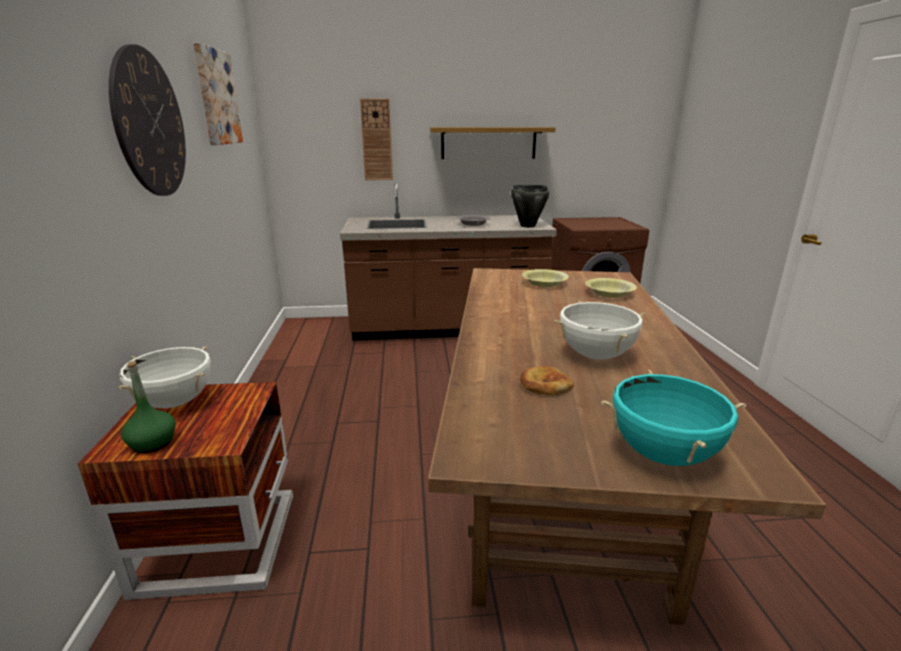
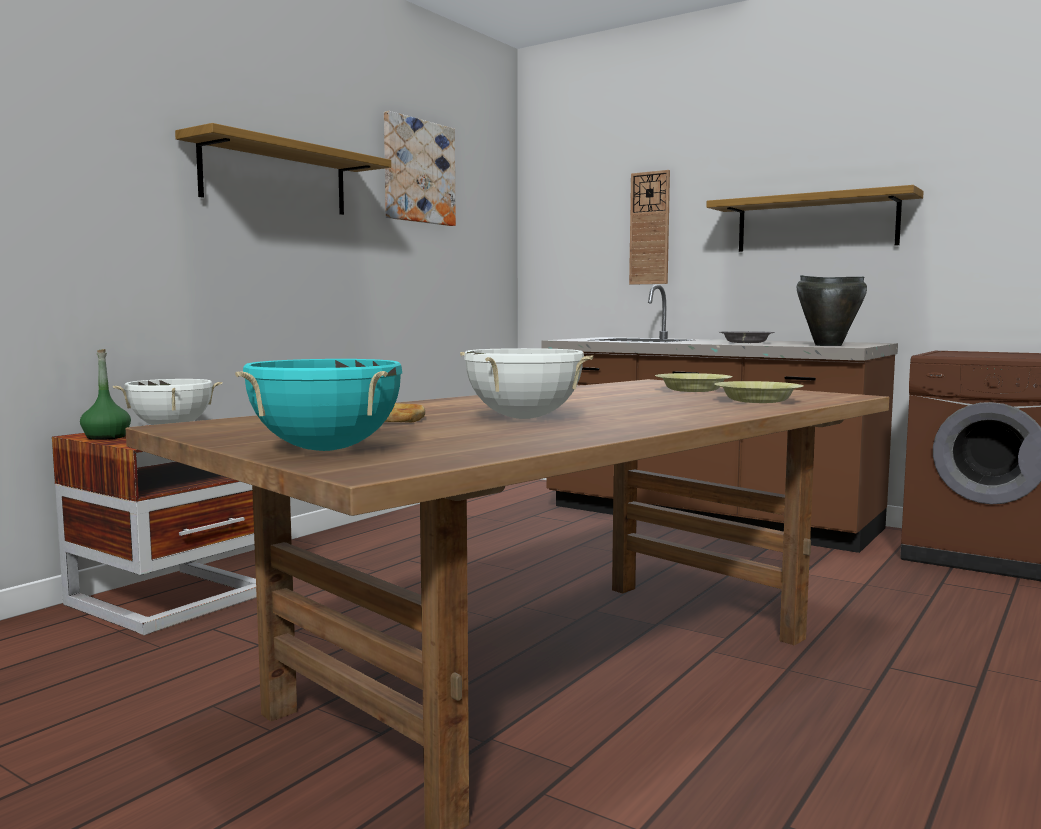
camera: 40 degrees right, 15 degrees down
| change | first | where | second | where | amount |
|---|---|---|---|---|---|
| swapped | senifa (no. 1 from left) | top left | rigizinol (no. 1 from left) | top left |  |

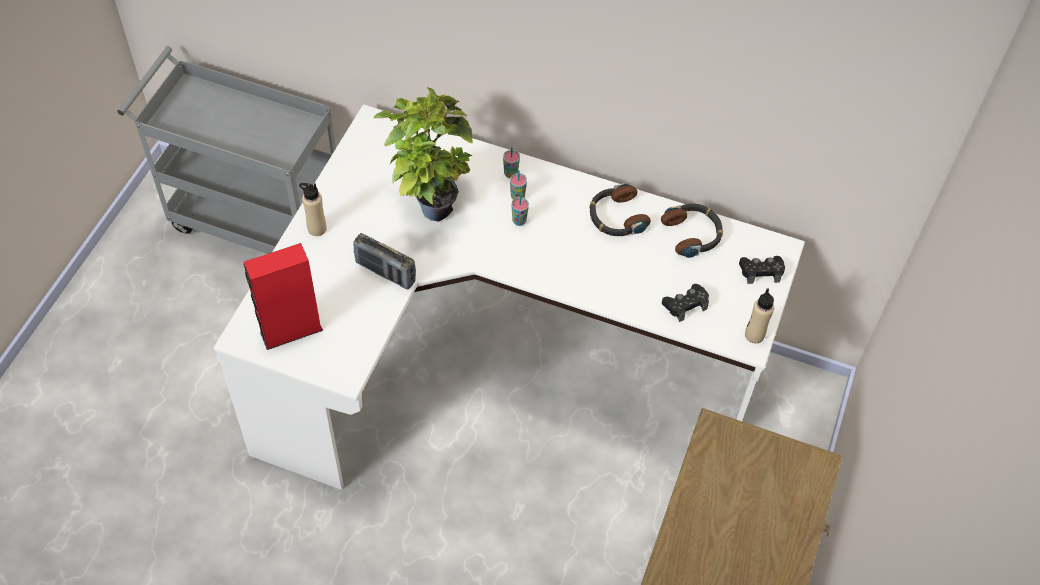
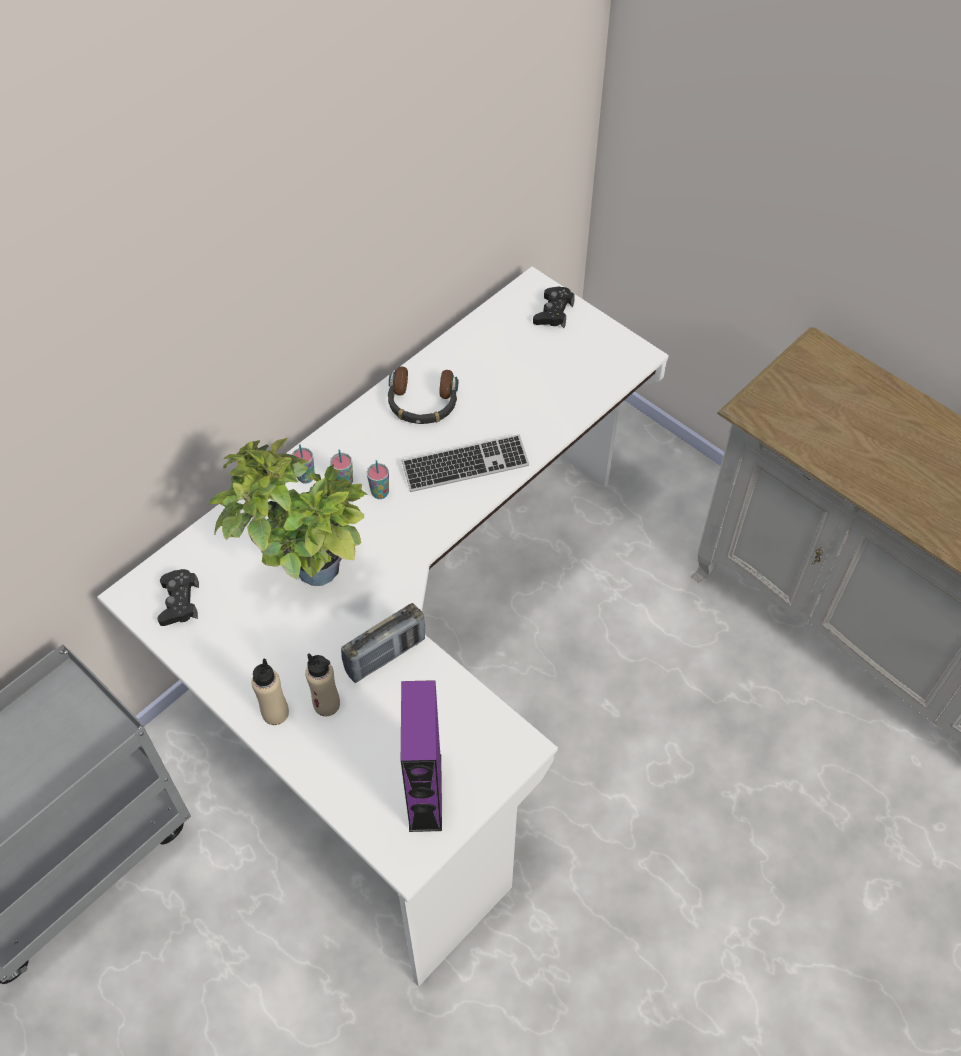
camera: 65 degrees left, 0 degrees up
| change | first | where | second | where | amount |
|---|---|---|---|---|---|
| repainted | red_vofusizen | middle left | purple_vofusizen | bottom centre |  |
| gone | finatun (no. 2 from left) | centre |  |  |  |
| shifted | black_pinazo (no. 1 from left) | centre |  | middle left |  |
| shifted | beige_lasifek (no. 2 from left) | middle right |  | centre |  |
| new |  |  | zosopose | centre |  |

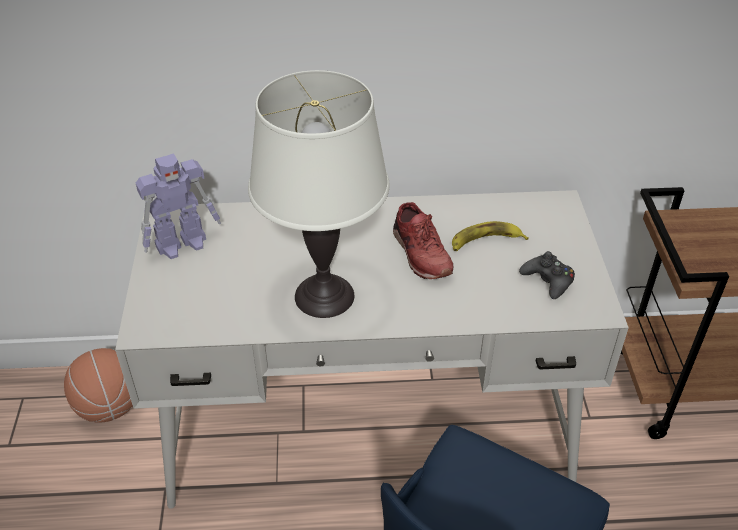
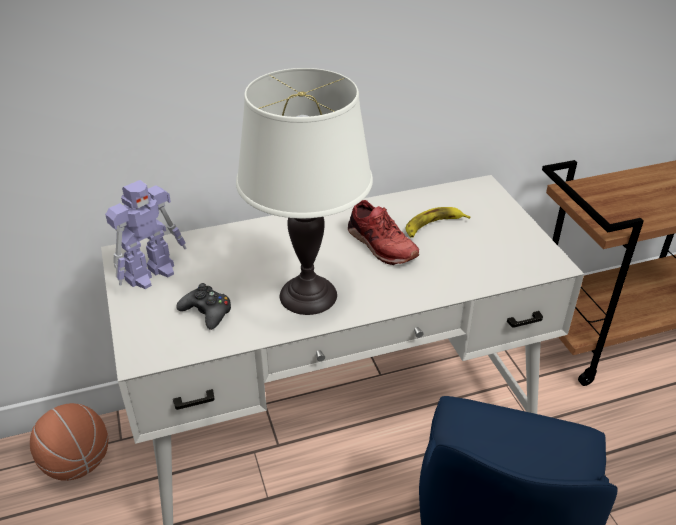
camera: 15 degrees left, 5 degrees down
| change | first | where | second | where | amount |
|---|---|---|---|---|---|
| shifted | black_pinazo | middle right |  | middle left |  |

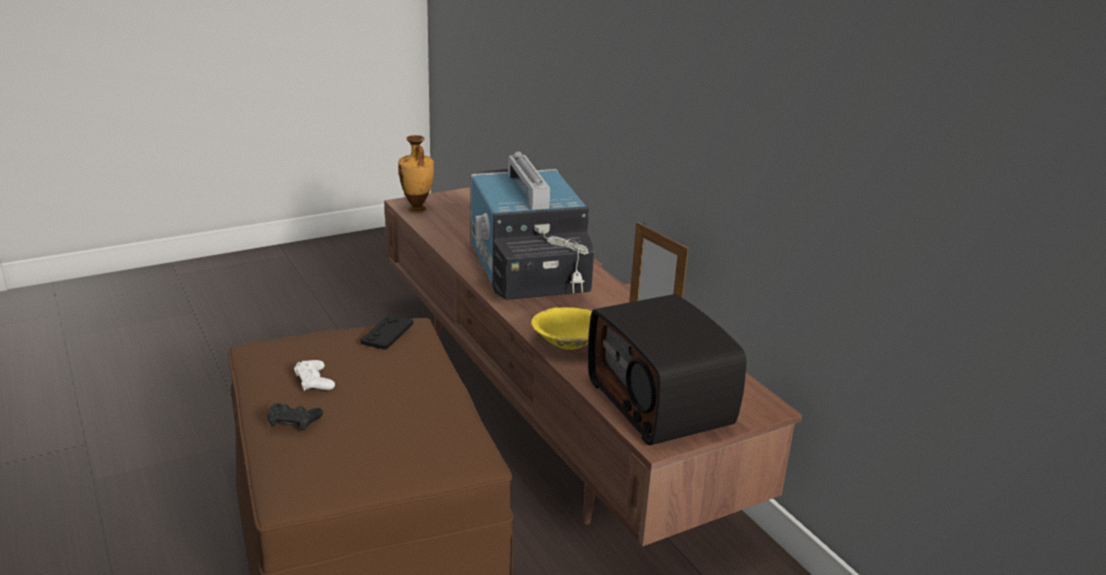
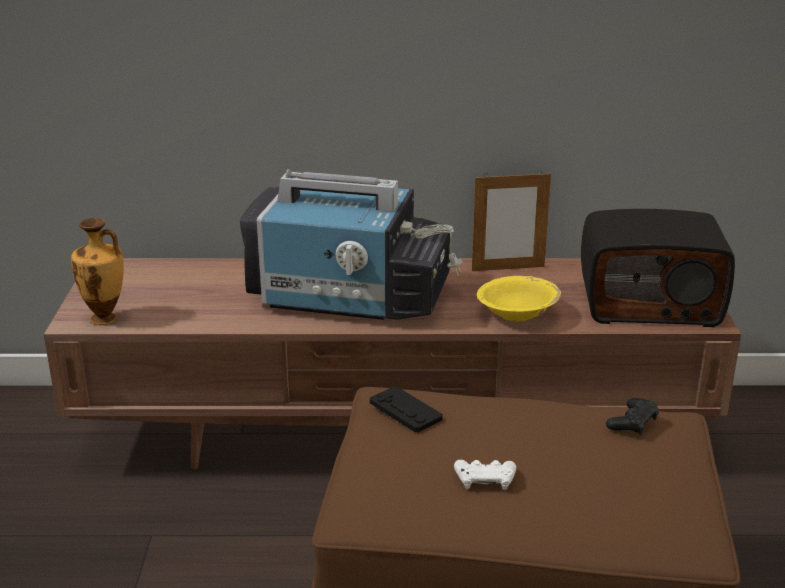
camera: 60 degrees left, 0 degrees up
| change | first | where | second | where | amount |
|---|---|---|---|---|---|
| shifted | black_pinazo (no. 1 from left in the first image) | bottom left | black_pinazo (no. 2 from left) | bottom right |  |

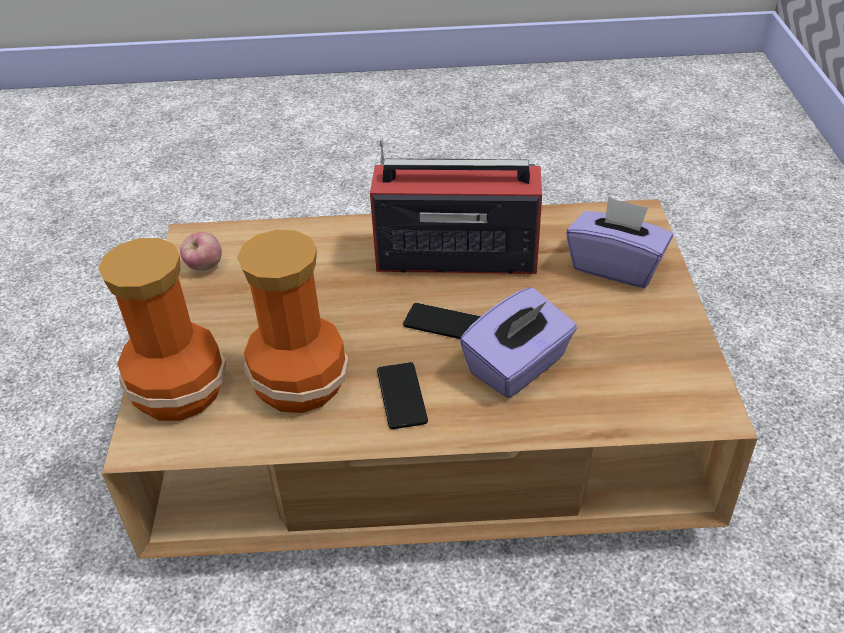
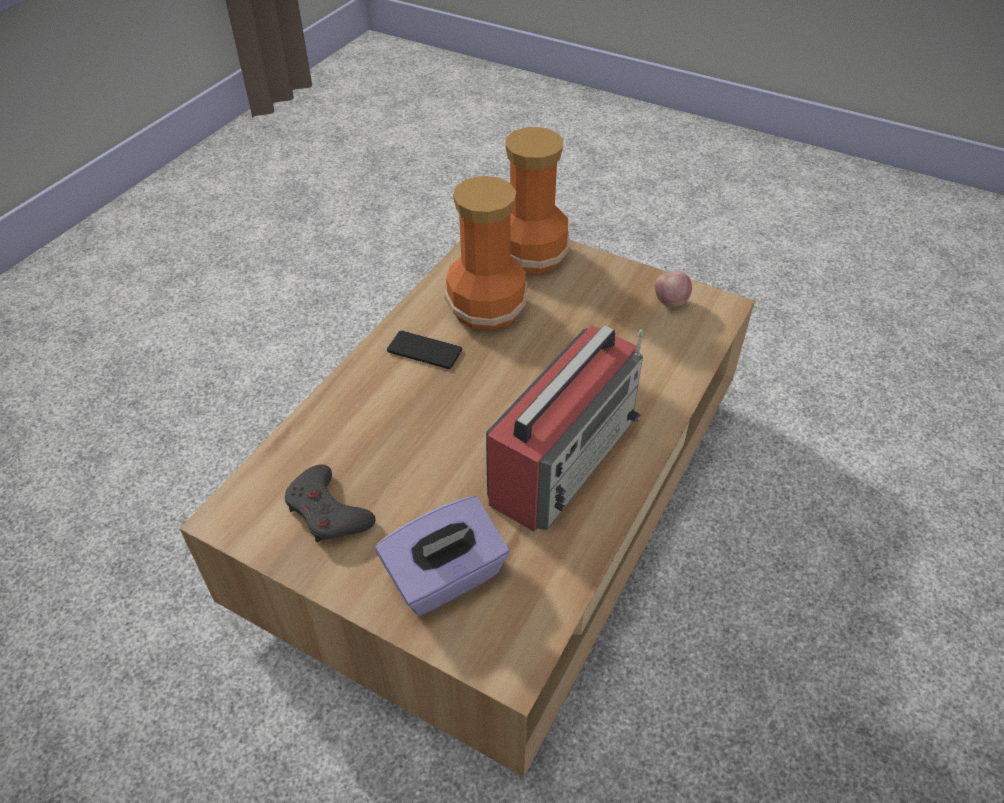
camera: 120 degrees right, 5 degrees up
| change | first | where | second | where | amount |
|---|---|---|---|---|---|
| gone | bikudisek (no. 2 from left) | centre |  |  |  |
| gone | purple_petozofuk (no. 1 from left) | centre |  |  |  |
| new |  |  | grey_pinazo | middle left |  |

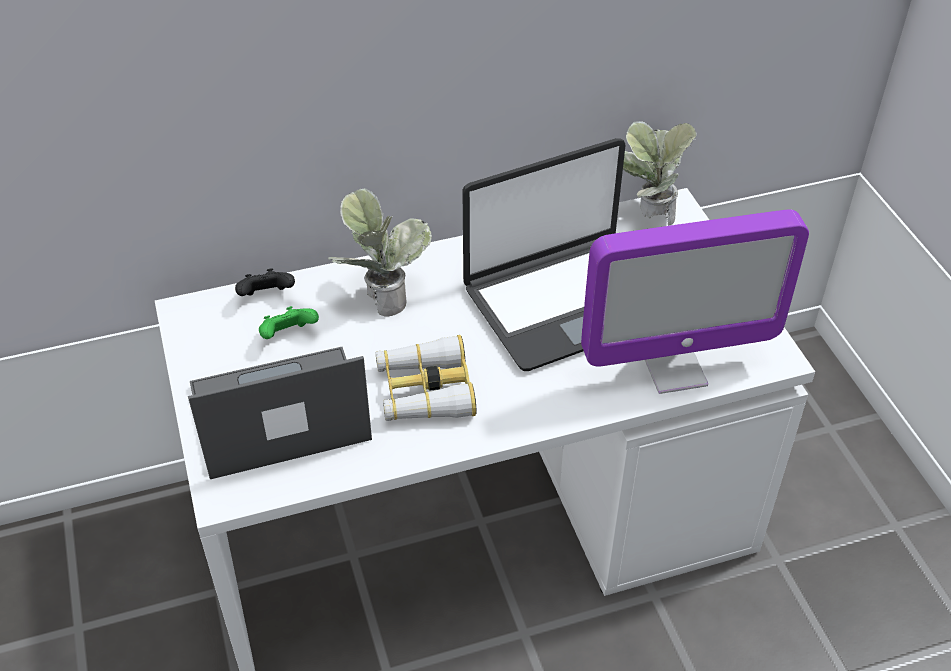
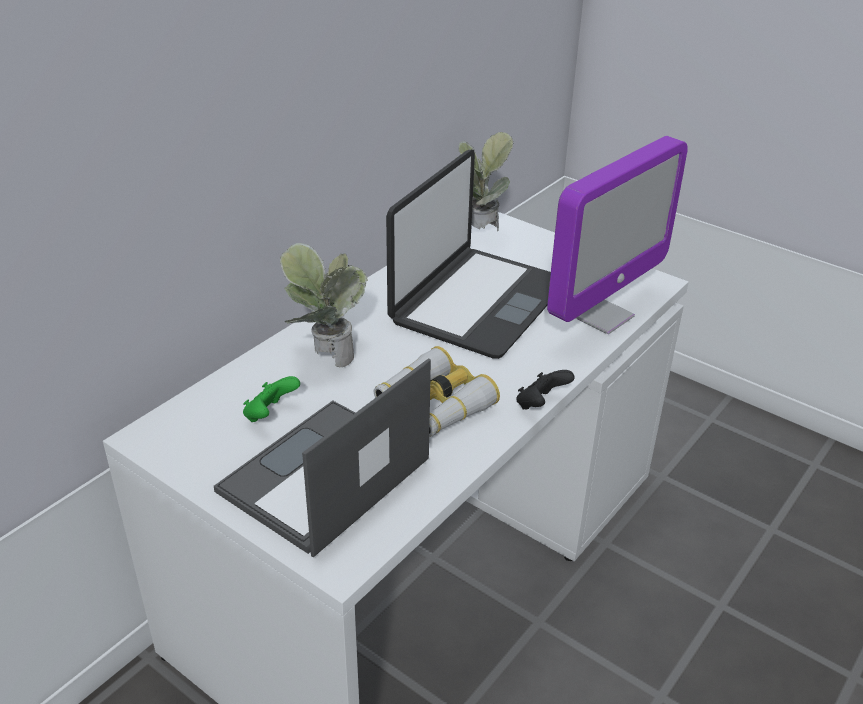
camera: 35 degrees left, 10 degrees down
| change | first | where | second | where | amount |
|---|---|---|---|---|---|
| shifted | black_pinazo | middle left |  | centre |  |

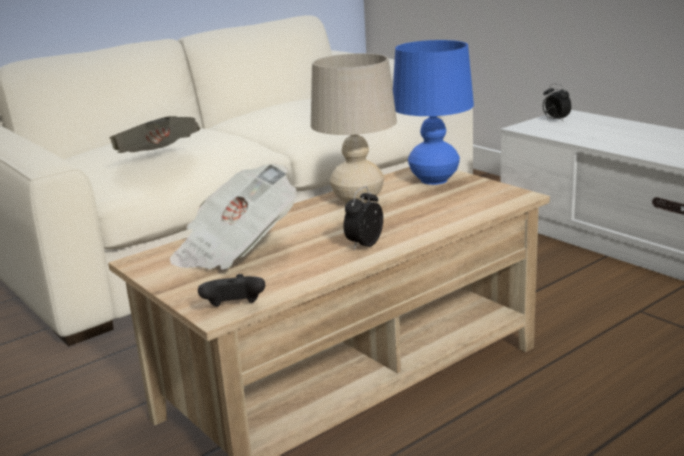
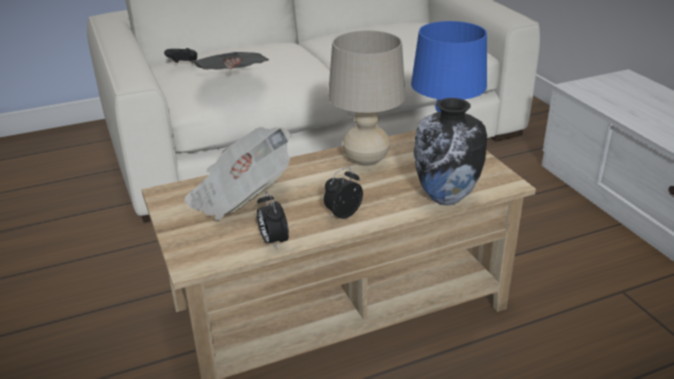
camera: 15 degrees right, 10 degrees up
| change | first | where | second | where | amount |
|---|---|---|---|---|---|
| shifted | black_pinazo | centre |  | top left |  |
| shifted | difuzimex (no. 2 from left in the first image) | top right | difuzimex (no. 1 from left) | centre |  |
| new |  |  | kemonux | middle right |  |

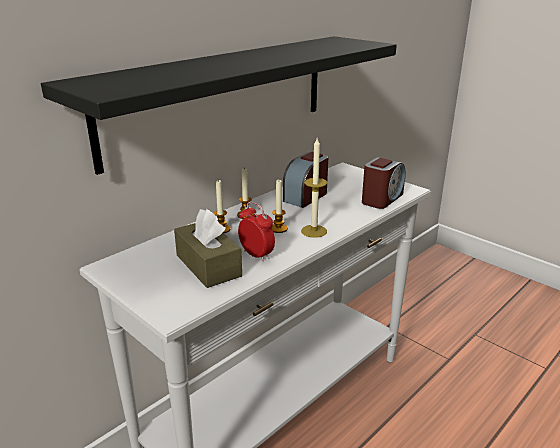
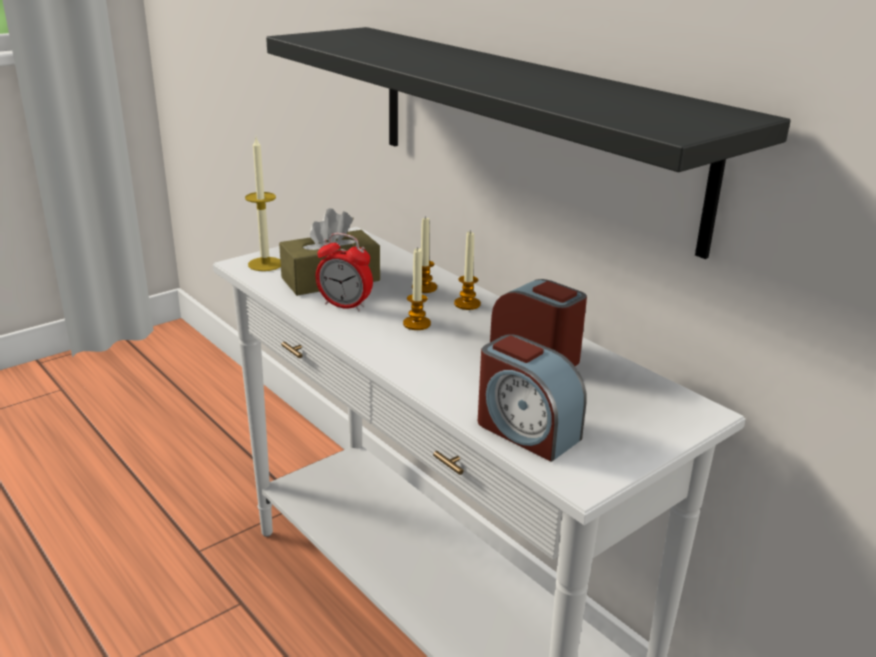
camera: 95 degrees right, 0 degrees up
| change | first | where | second | where | amount |
|---|---|---|---|---|---|
| rotated | difuzimex (no. 1 from left) | centre |  | centre | 60 degrees clockwise |
| shifted | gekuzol (no. 4 from left in the first image) | centre | gekuzol (no. 1 from left) | top left |  |

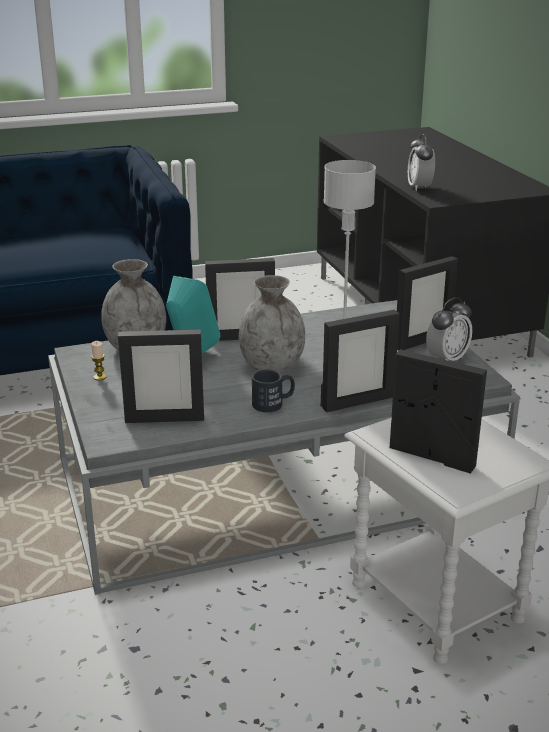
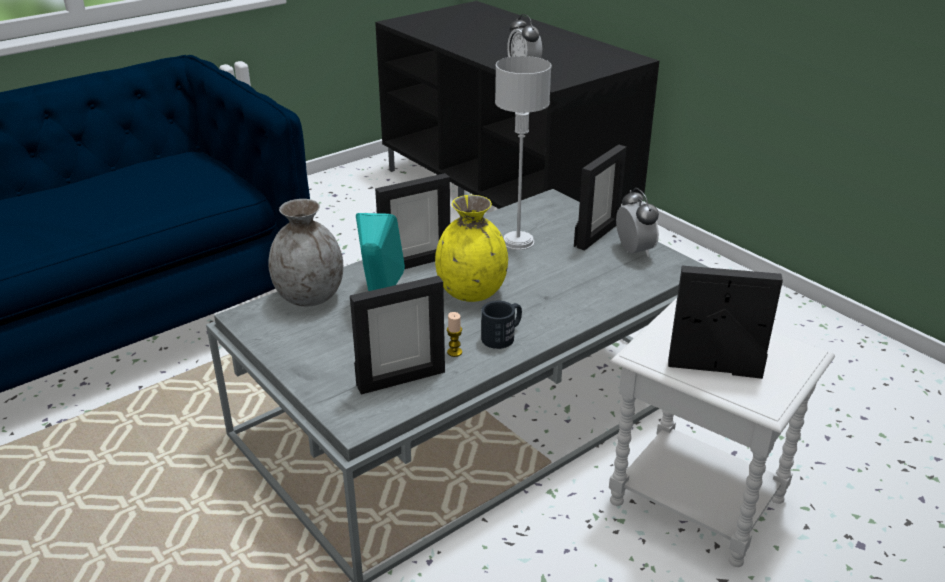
camera: 20 degrees left, 5 degrees up
| change | first | where | second | where | amount |
|---|---|---|---|---|---|
| shifted | gekuzol | middle left |  | centre |  |
| repainted | grey_kemonux (no. 2 from left) | centre | yellow_kemonux | centre |  |
| gone | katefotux (no. 3 from left) | centre |  |  |  |
| rotated | difuzimex (no. 2 from left) | middle right |  | middle right | 45 degrees counterclockwise |

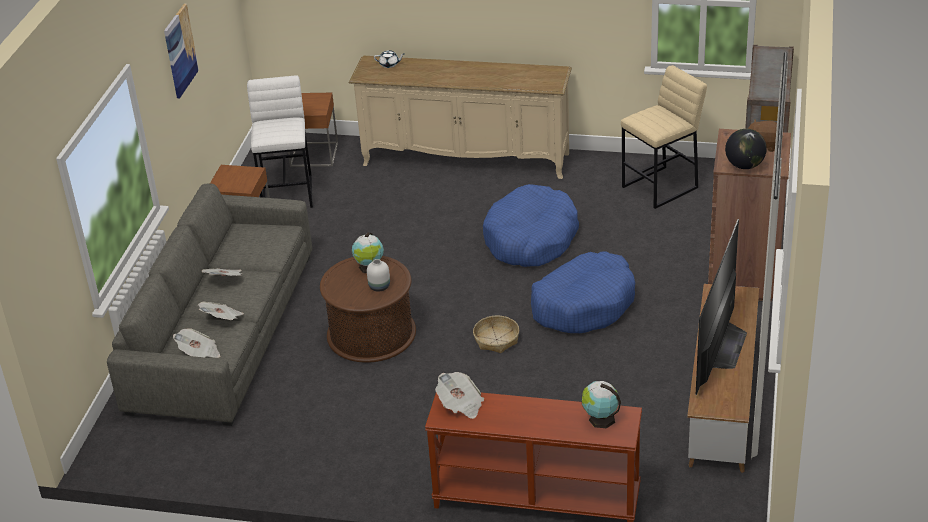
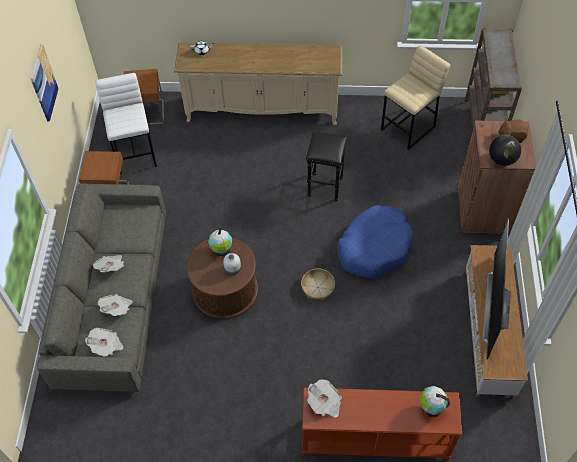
camera: 10 degrees left, 20 degrees up
| change | first | where | second | where | amount |
|---|---|---|---|---|---|
| swapped | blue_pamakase (no. 1 from left) | centre | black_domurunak | centre |  |

